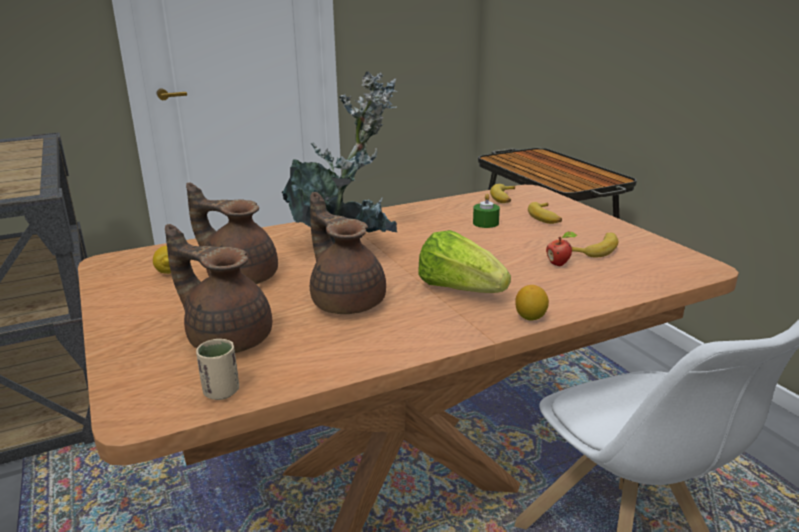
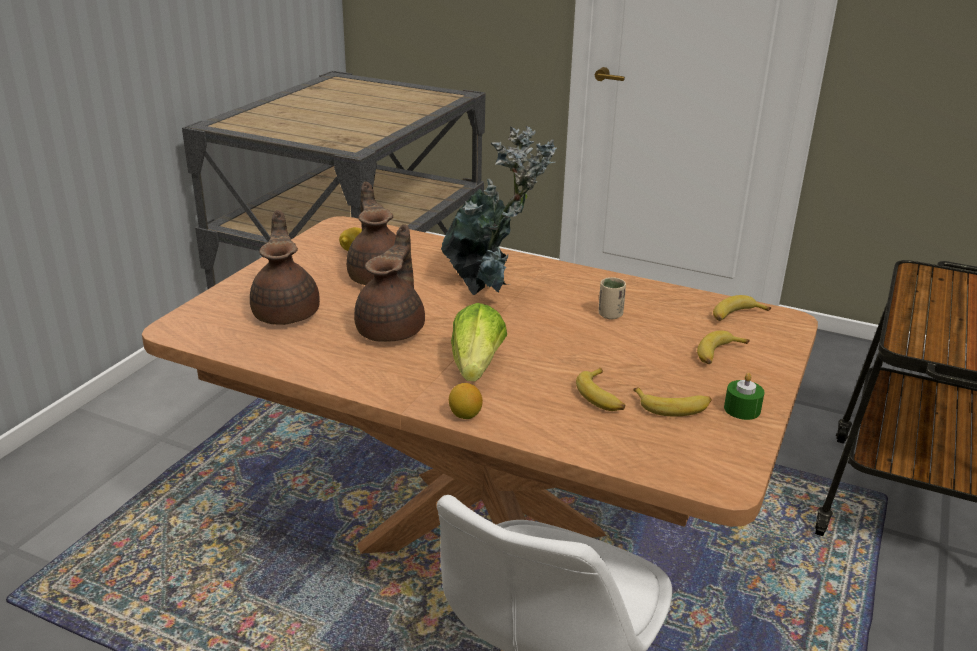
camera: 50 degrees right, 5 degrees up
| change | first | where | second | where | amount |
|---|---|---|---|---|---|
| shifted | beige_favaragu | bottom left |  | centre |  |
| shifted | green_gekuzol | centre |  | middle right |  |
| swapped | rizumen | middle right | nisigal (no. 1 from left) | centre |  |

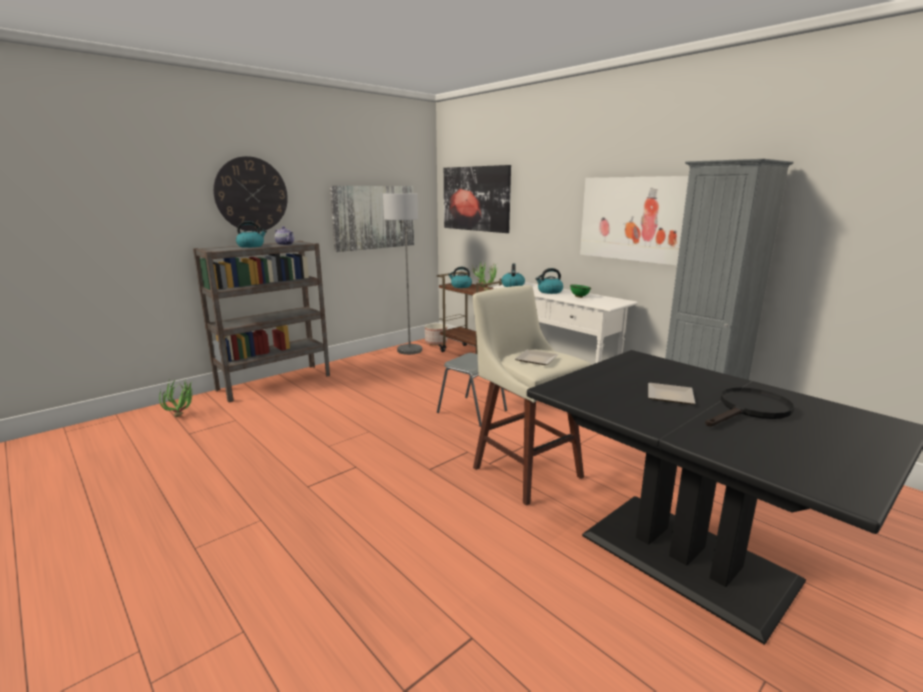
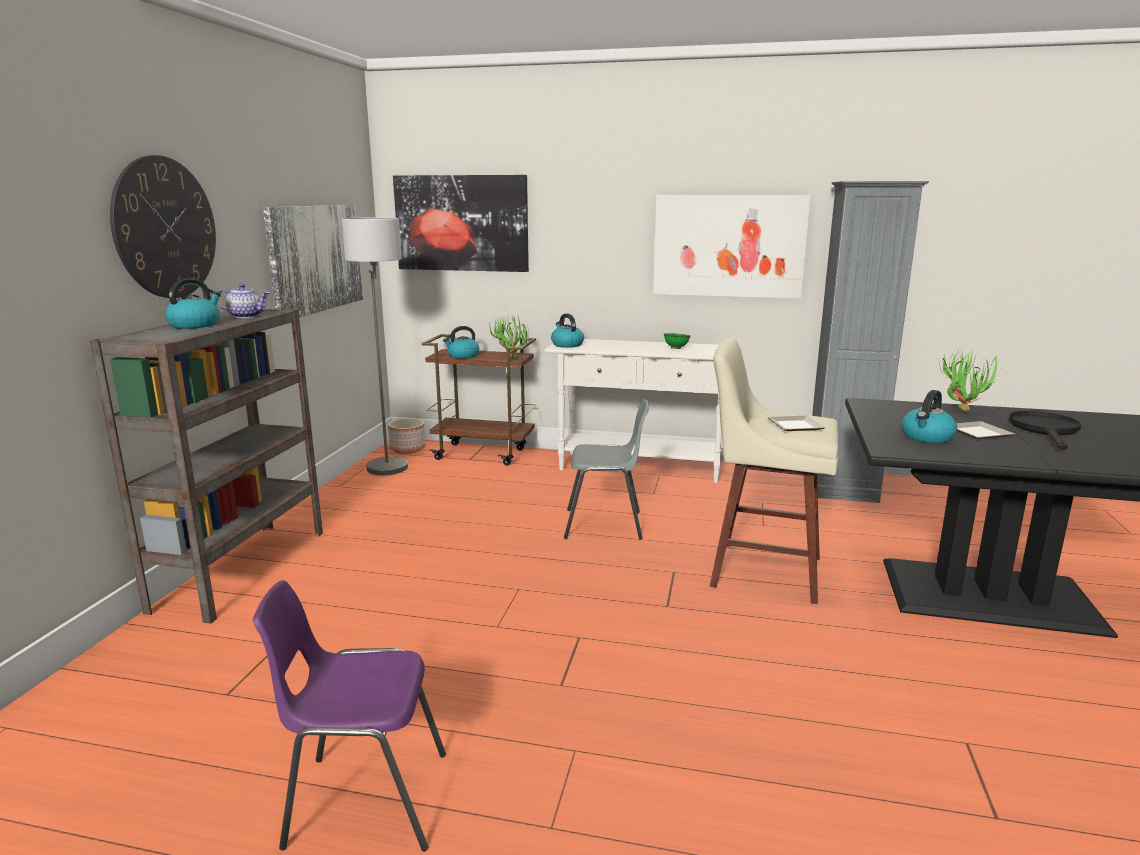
camera: 35 degrees left, 0 degrees up
| change | first | where | second | where | amount |
|---|---|---|---|---|---|
| shifted | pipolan (no. 1 from left in the first image) | middle left | pipolan (no. 2 from left) | middle right |  |
| shifted | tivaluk (no. 4 from left) | centre |  | middle right |  |
| new |  |  | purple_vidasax | bottom left |  |

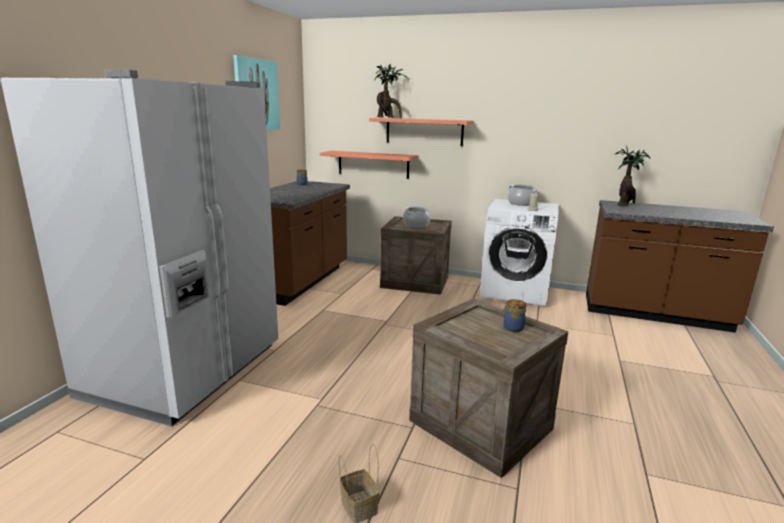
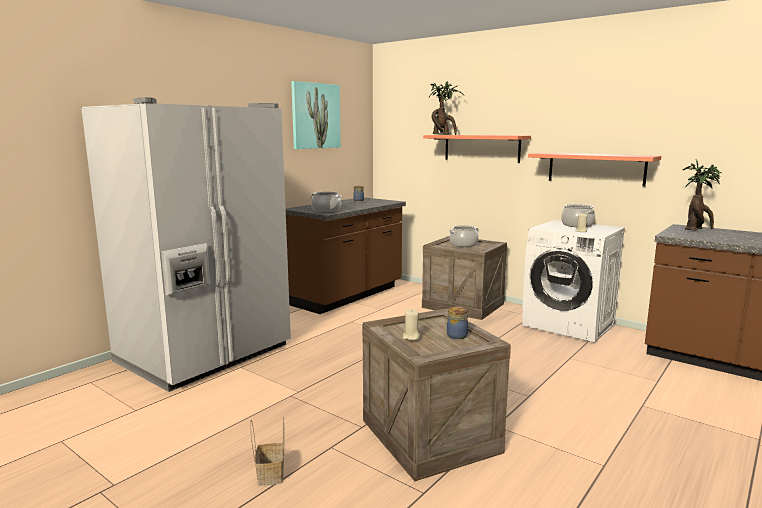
camera: 20 degrees right, 5 degrees down
| change | first | where | second | where | amount |
|---|---|---|---|---|---|
| shifted | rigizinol (no. 1 from left in the first image) | top centre | rigizinol (no. 2 from left) | top right |  |
| new |  |  | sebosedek (no. 1 from left) | centre |  |
| new |  |  | beige_gekuzol (no. 1 from left) | centre |  |

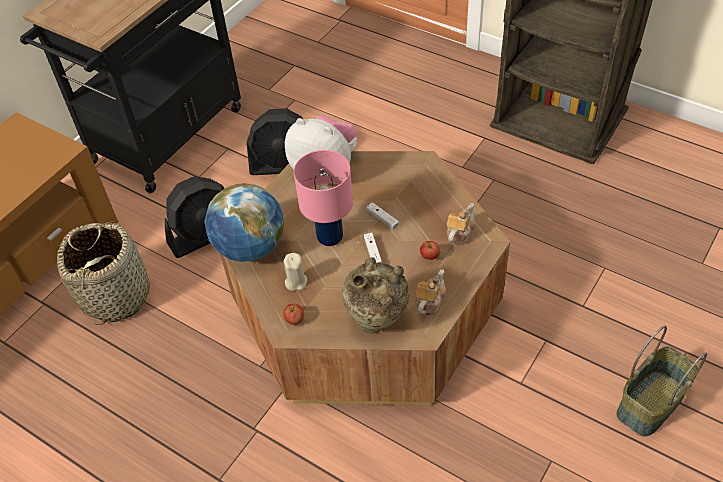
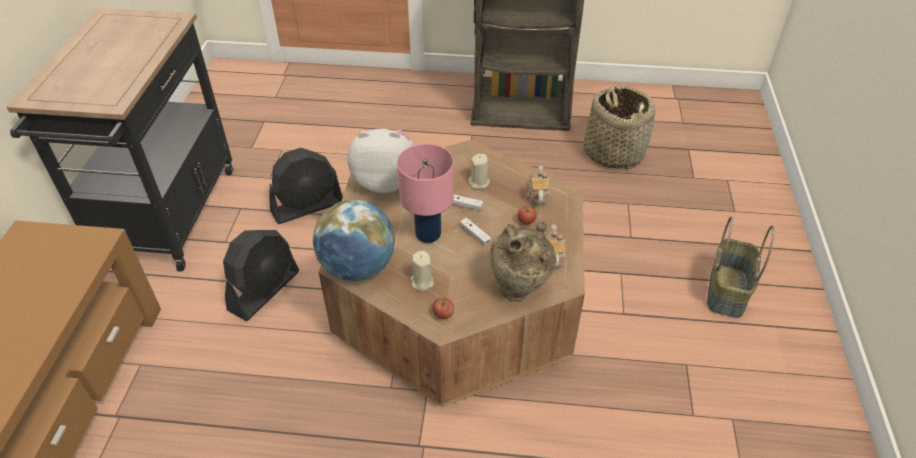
camera: 30 degrees left, 5 degrees down
| change | first | where | second | where | amount |
|---|---|---|---|---|---|
| shifted | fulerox (no. 1 from left) | middle left |  | top right |  |
| new |  |  | beige_gekuzol (no. 2 from left) | centre |  |

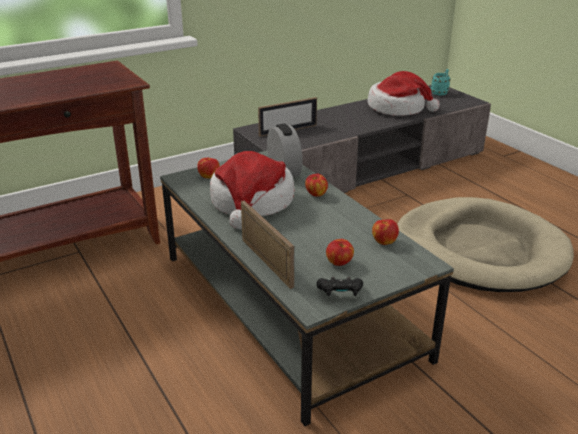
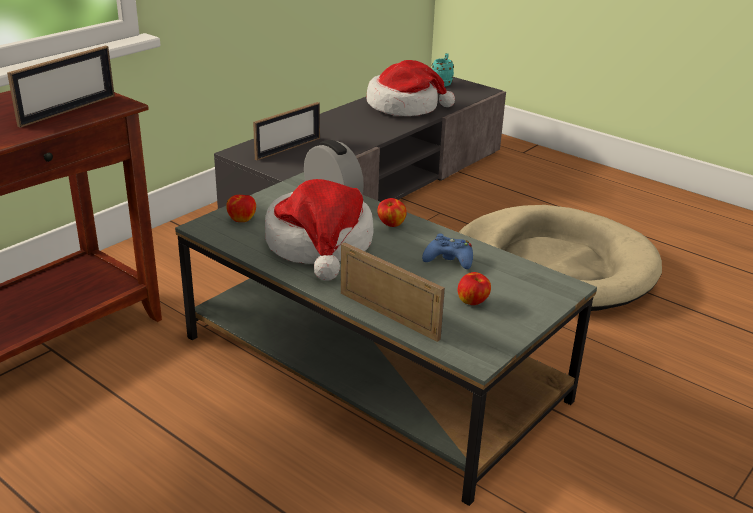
camera: 20 degrees left, 0 degrees up
| change | first | where | second | where | amount |
|---|---|---|---|---|---|
| gone | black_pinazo | centre |  |  |  |
| gone | rizumen (no. 4 from left) | centre |  |  |  |
| new |  |  | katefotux (no. 1 from left) | top left |  |
| new |  |  | blue_pinazo | centre |  |

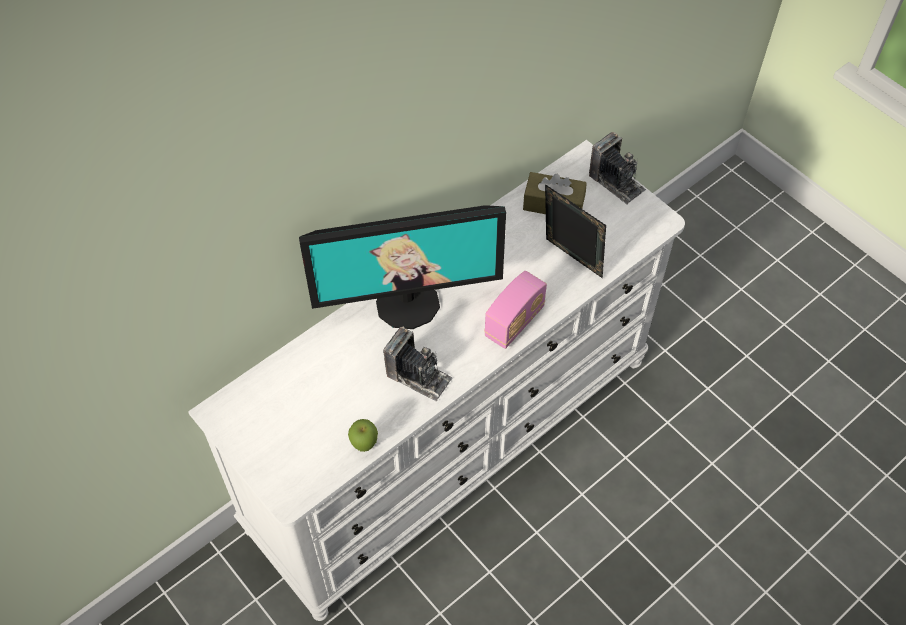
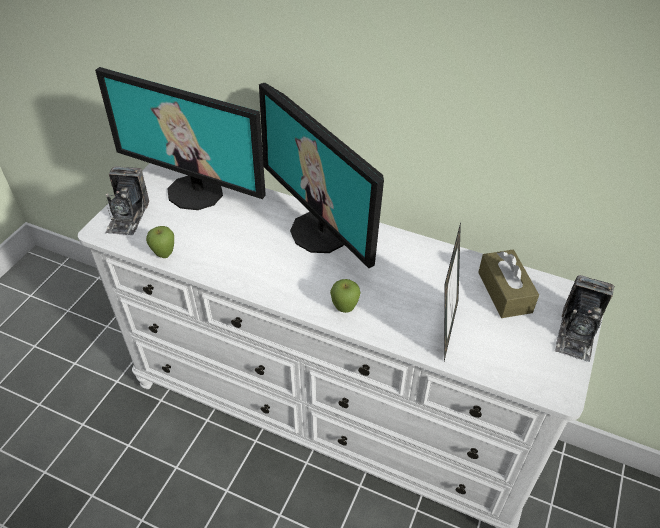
camera: 65 degrees right, 10 degrees down
| change | first | where | second | where | amount |
|---|---|---|---|---|---|
| shifted | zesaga (no. 1 from left) | centre |  | middle left |  |
| swapped | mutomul | centre | rizumen (no. 2 from left) | centre |  |
| new |  |  | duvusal (no. 1 from left) | top left |  |

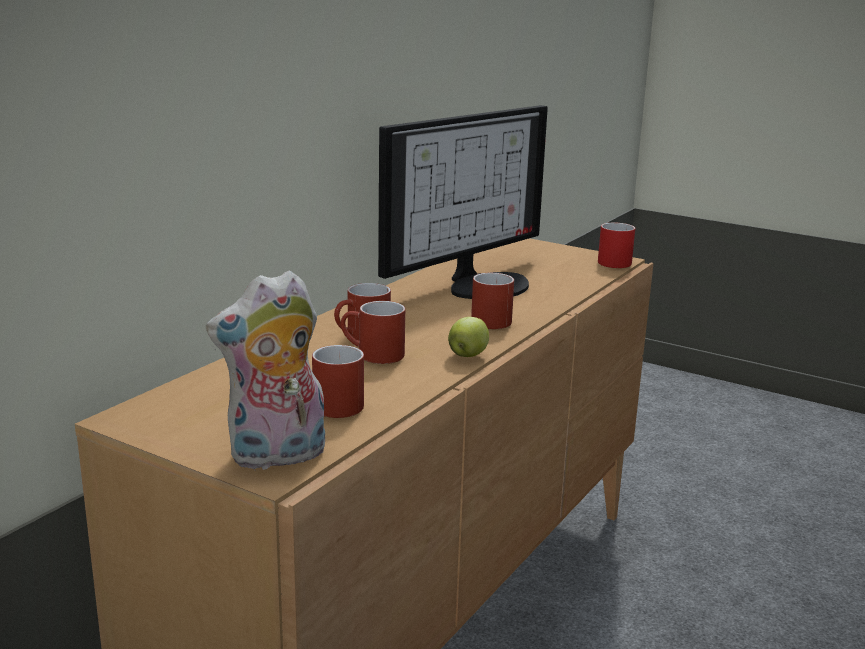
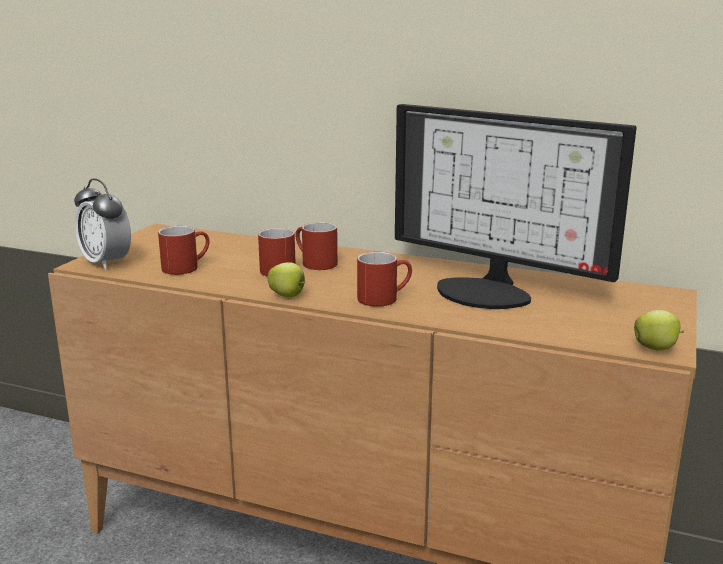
camera: 80 degrees right, 0 degrees up
| change | first | where | second | where | amount |
|---|---|---|---|---|---|
| swapped | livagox | middle left | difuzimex | middle left |  |
| swapped | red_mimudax (no. 5 from left) | middle right | rizumen (no. 2 from left) | middle right |  |

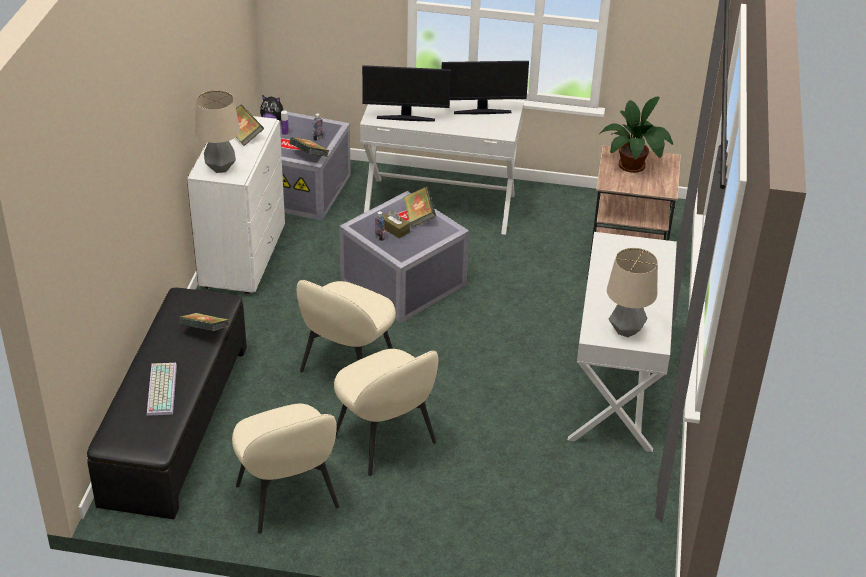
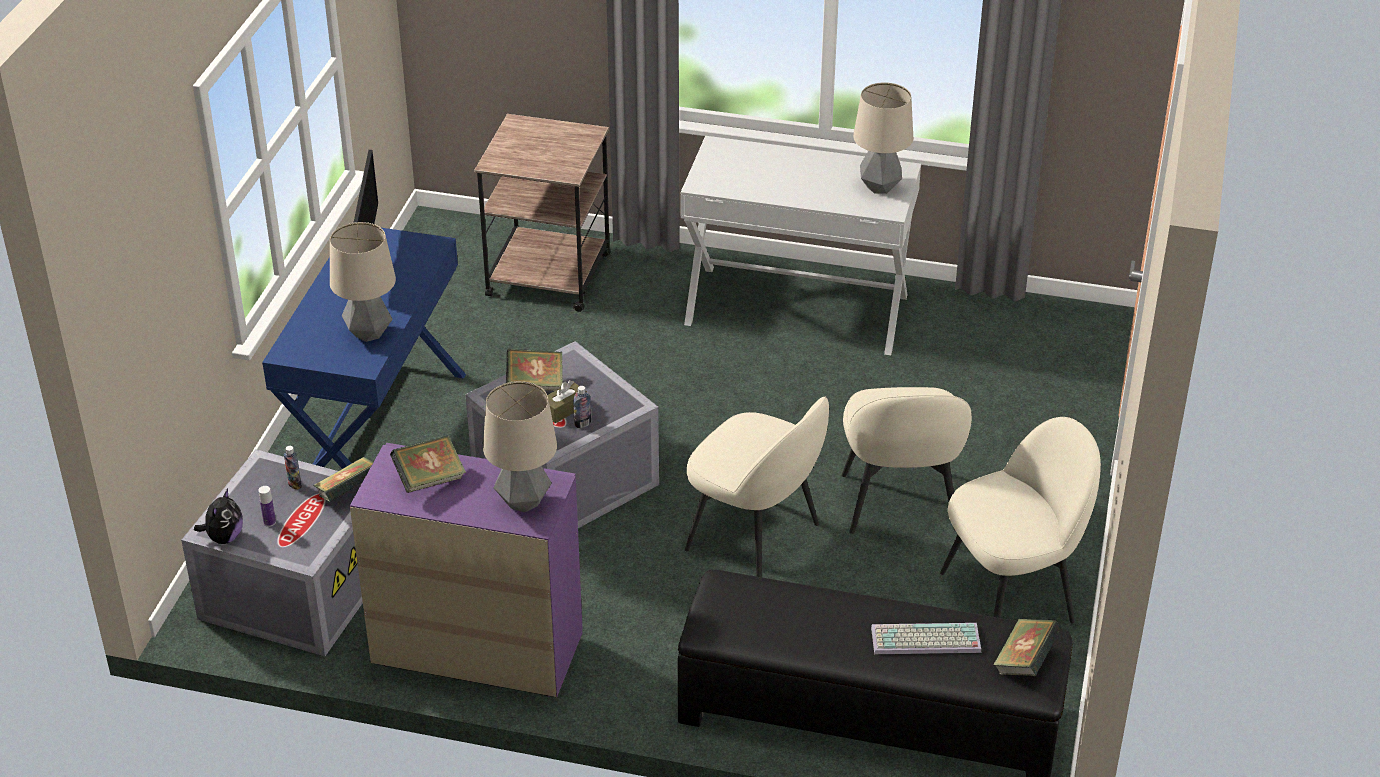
camera: 85 degrees left, 0 degrees up
| change | first | where | second | where | amount |
|---|---|---|---|---|---|
| shifted | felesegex (no. 1 from left in the first image) | middle left | felesegex (no. 4 from left) | bottom right |  |
| repainted | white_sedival | middle left | purple_sedival | bottom centre |  |
| rotated | beige_vidasax (no. 3 from left in the first image) | bottom centre | beige_vidasax (no. 2 from left) | centre | 120 degrees clockwise |
| repainted | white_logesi (no. 1 from left) | top centre | blue_logesi | middle left |  |
| swapped | duvusal (no. 1 from left) | top centre | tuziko (no. 1 from left) | middle left |  |
| gone | pipolan | top right |  |  |  |

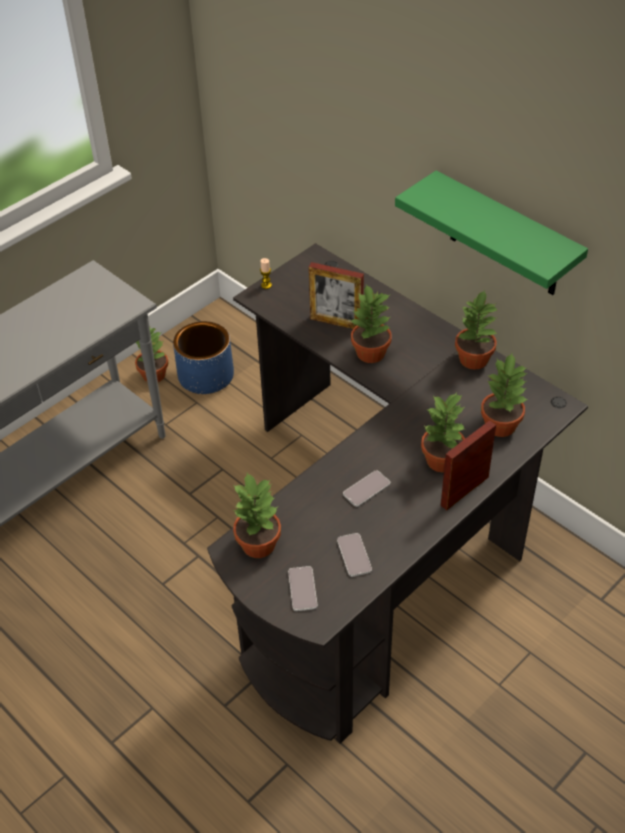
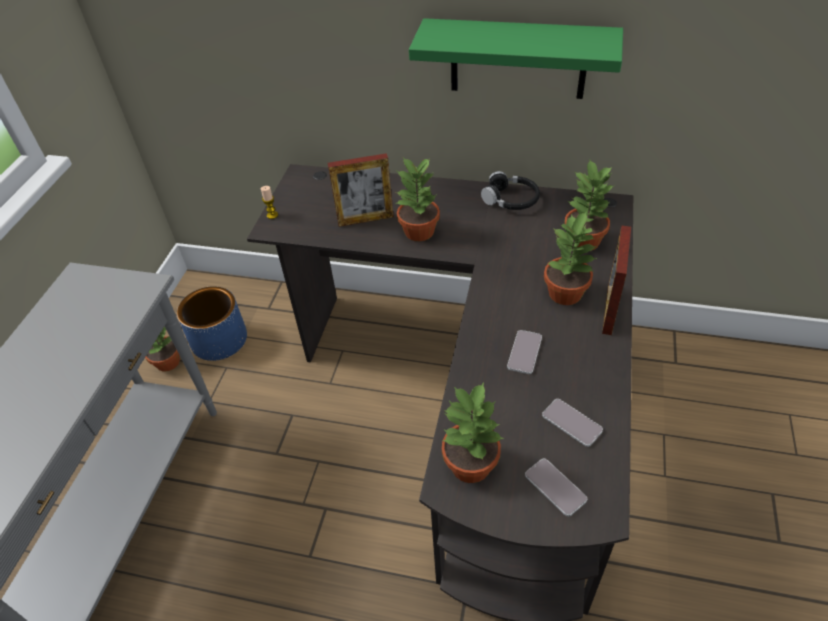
camera: 30 degrees left, 0 degrees up
| change | first | where | second | where | amount |
|---|---|---|---|---|---|
| swapped | pipolan (no. 5 from left) | middle right | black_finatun | top centre |  |

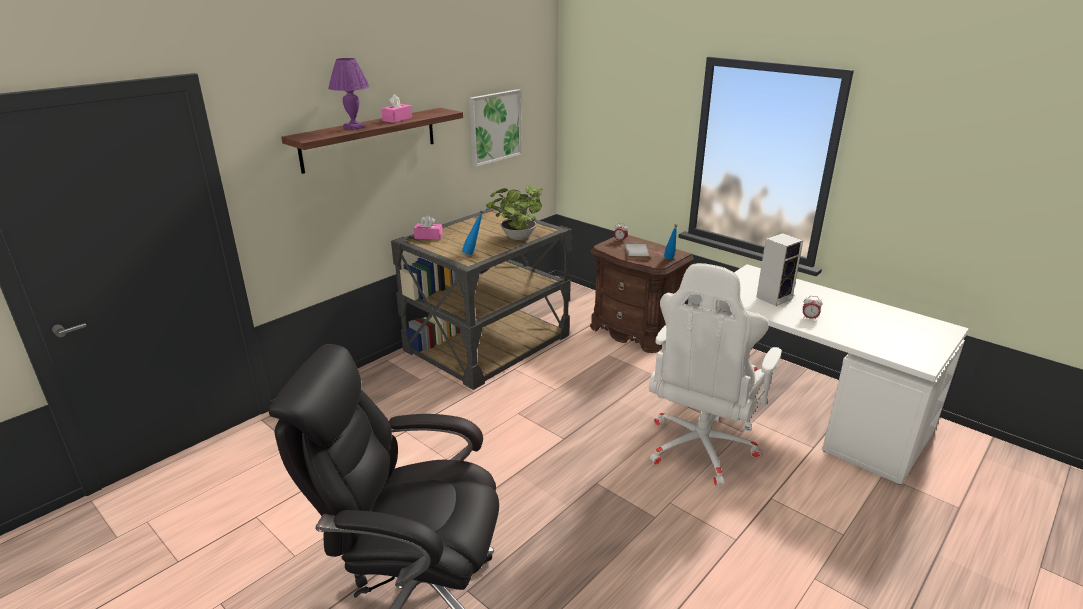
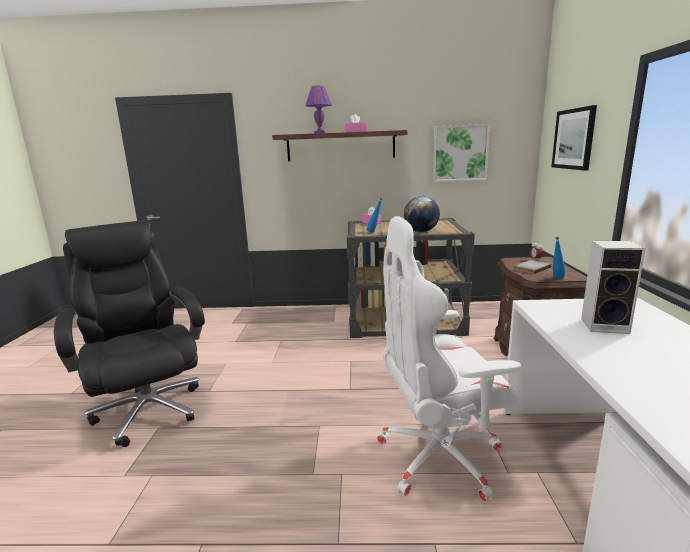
camera: 50 degrees right, 10 degrees down
| change | first | where | second | where | amount |
|---|---|---|---|---|---|
| swapped | pipolan | centre | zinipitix | centre |  |
| gone | difuzimex (no. 2 from left) | middle right |  |  |  |
| new |  |  | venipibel (no. 2 from left) | top right |  |

